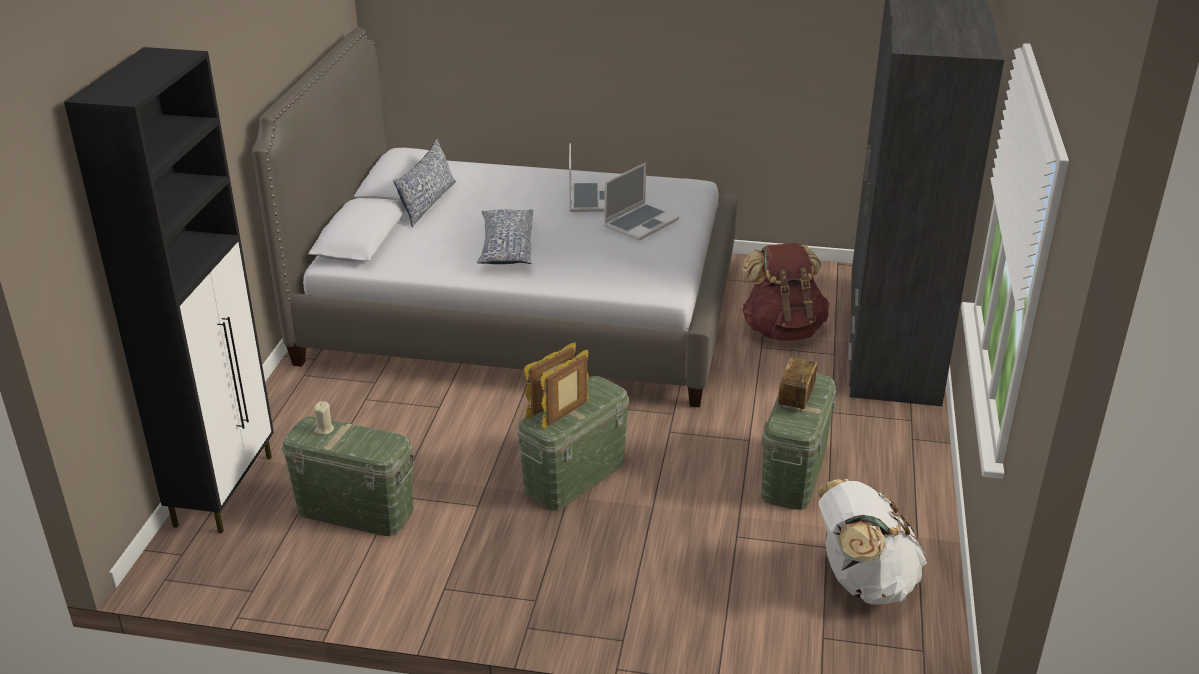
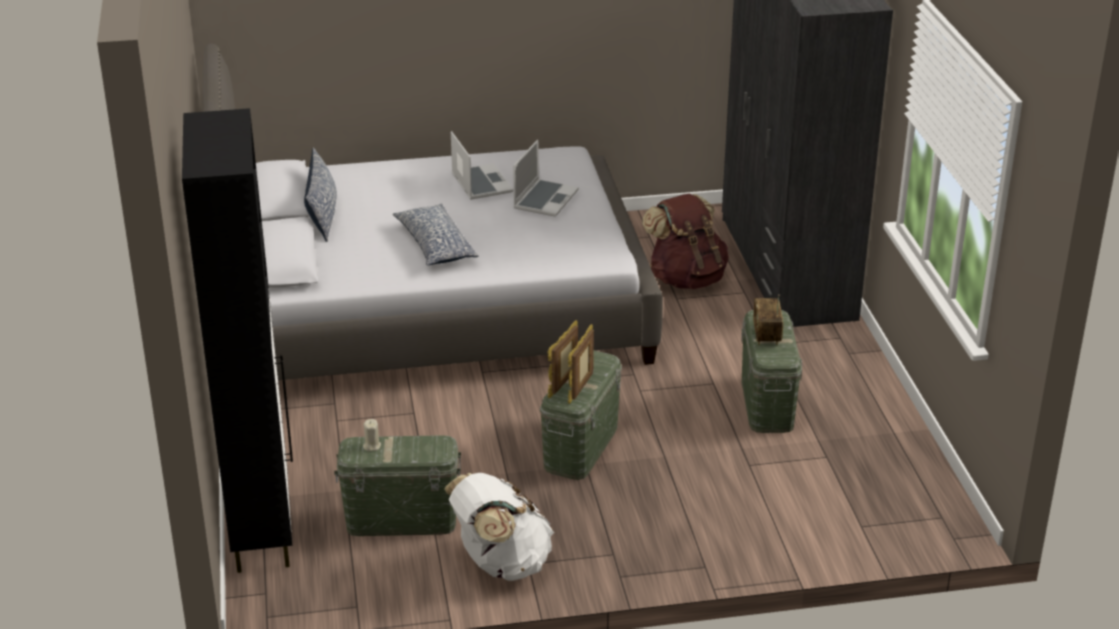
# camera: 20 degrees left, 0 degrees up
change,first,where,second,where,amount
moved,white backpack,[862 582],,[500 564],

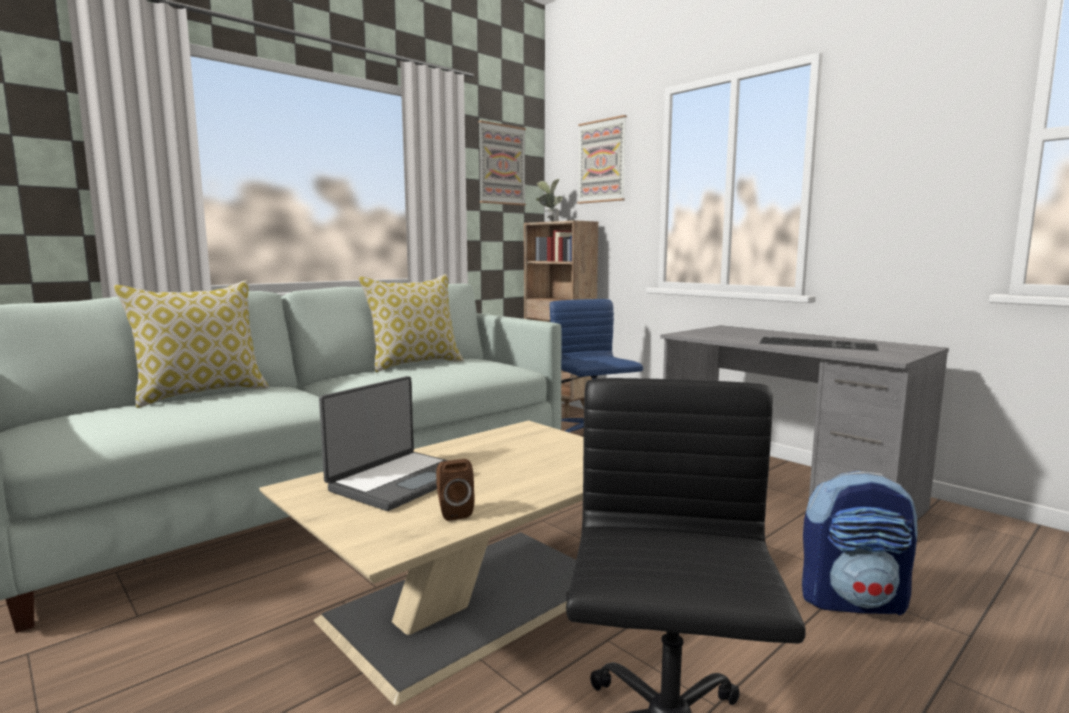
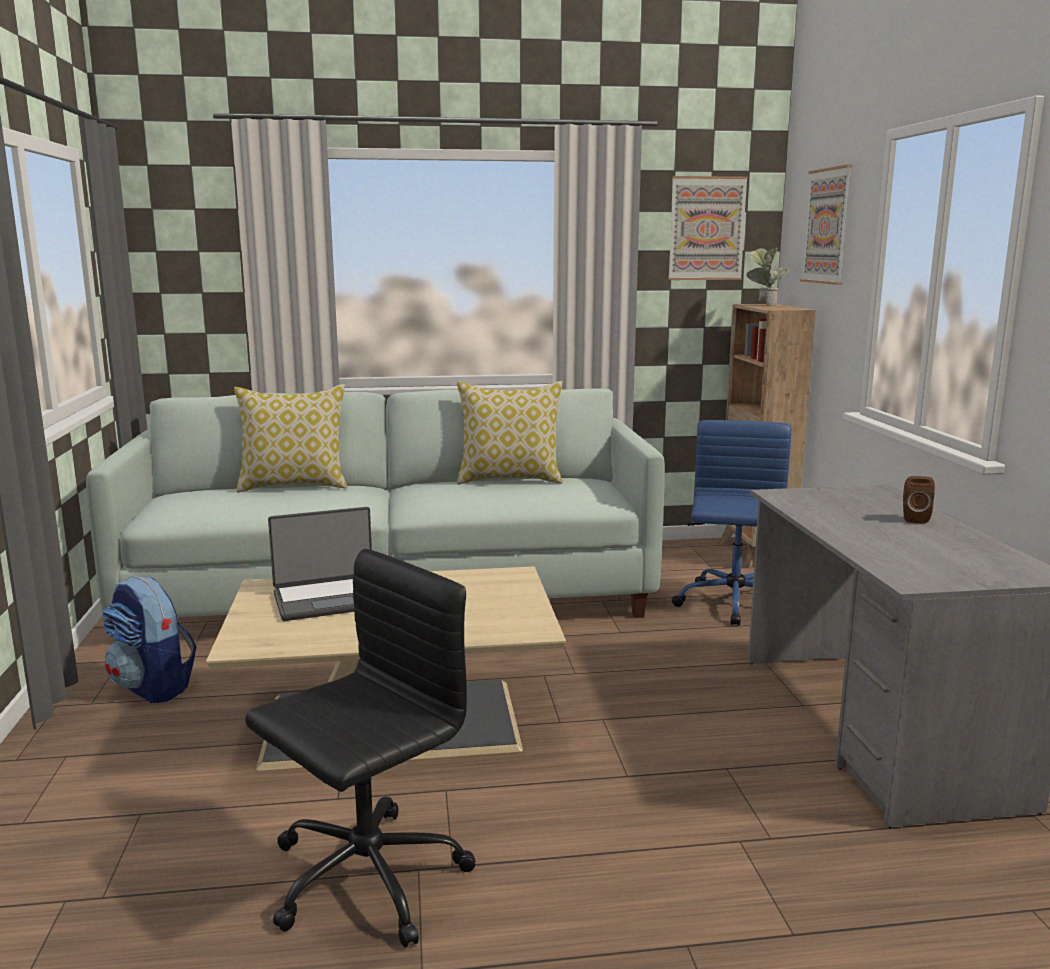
# camera: 35 degrees right, 5 degrees up
change,first,where,second,where,amount
moved,brown speaker,[453 512],,[914 519],
removed,keyboard,[818 344],,,
moved,backpack,[853 601],,[153 687],

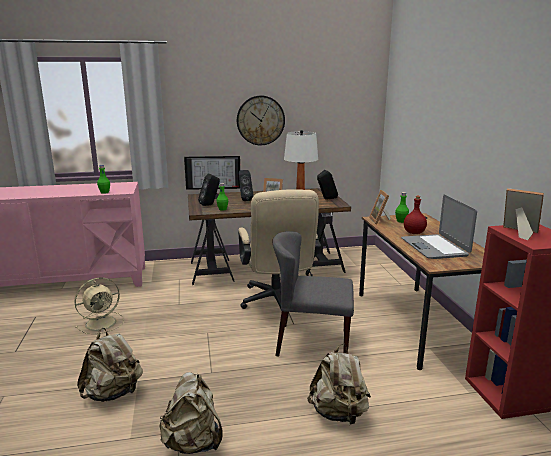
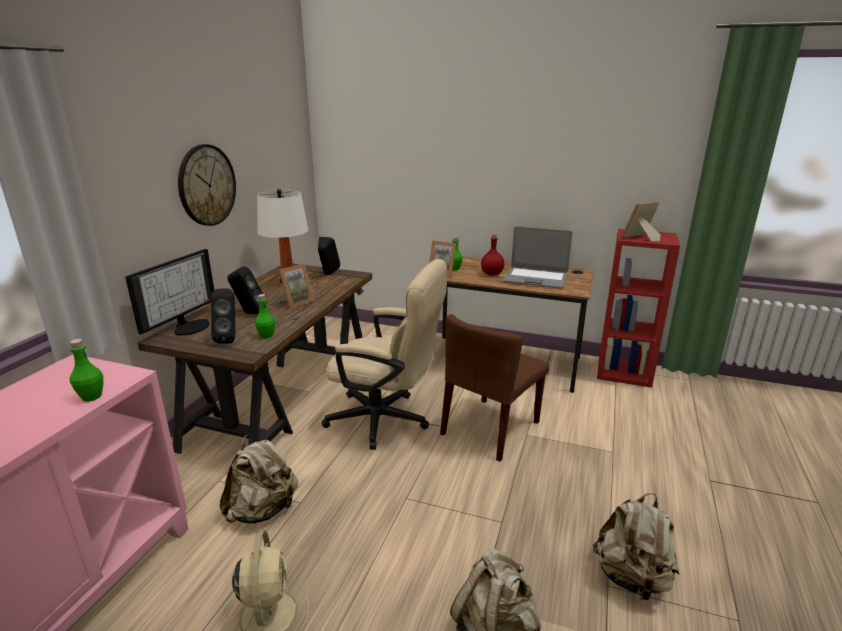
# camera: 60 degrees left, 5 degrees up
change,first,where,second,where,amount
recoloured,grey chair,[312 342],brown chair,[490 428],
moved,beige backpack,[338 413],,[263 510],

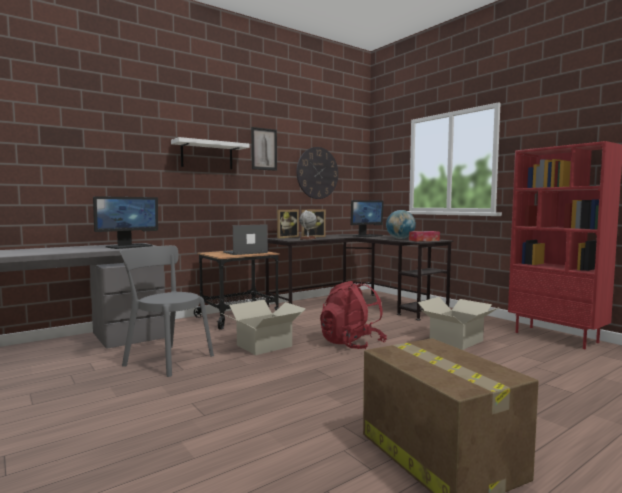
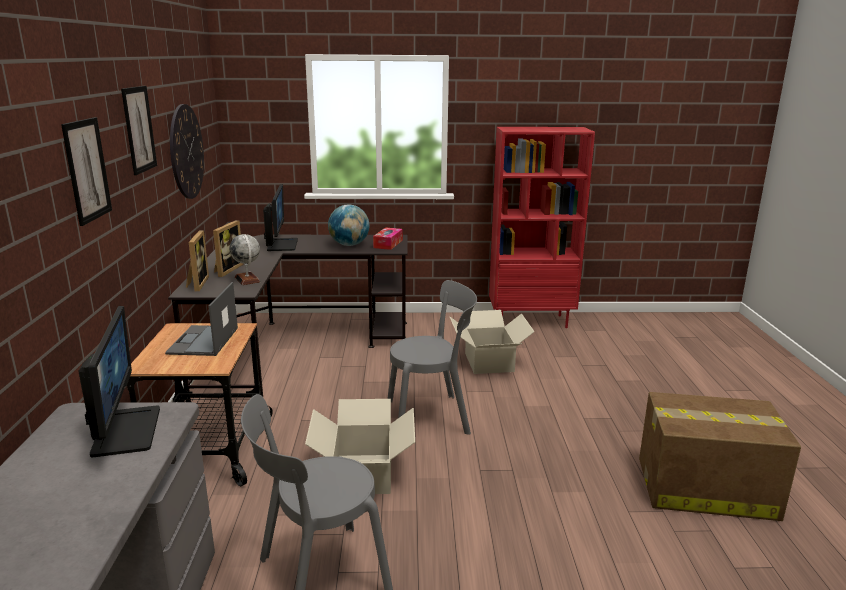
# camera: 55 degrees left, 15 degrees up
change,first,where,second,where,amount
replaced,white shelf,[207 155],picture,[87 170],
replaced,red backpack,[351 344],grey chair,[432 416],

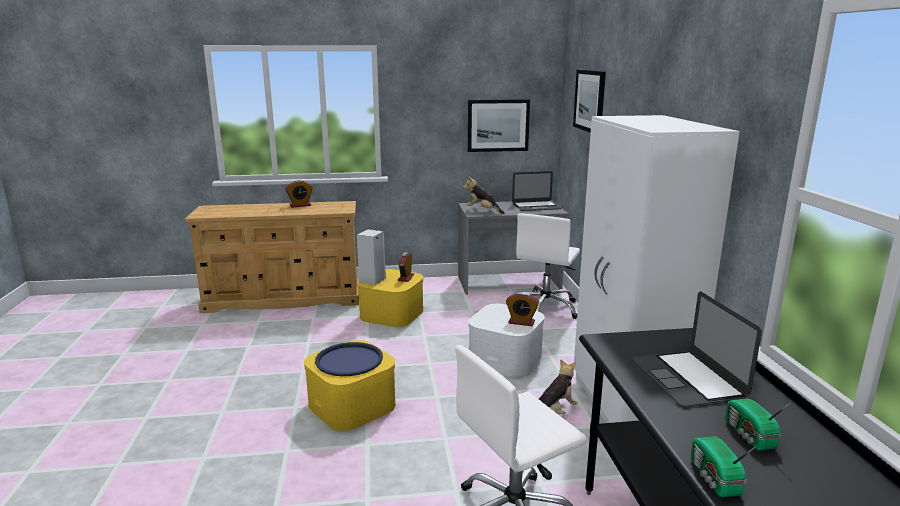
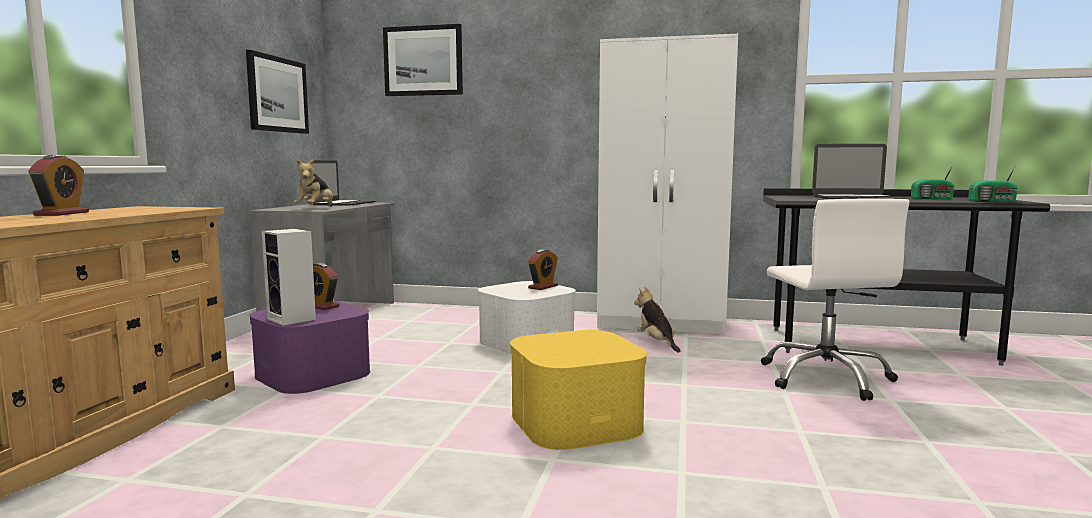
# camera: 70 degrees left, 10 degrees down
change,first,where,second,where,amount
removed,blue tray,[349 360],,,
recoloured,yellow storage box,[392 313],purple storage box,[313 374],
turned,plush toy,[483 211],,[316 208],45 degrees counterclockwise
removed,white office chair,[545 308],,,

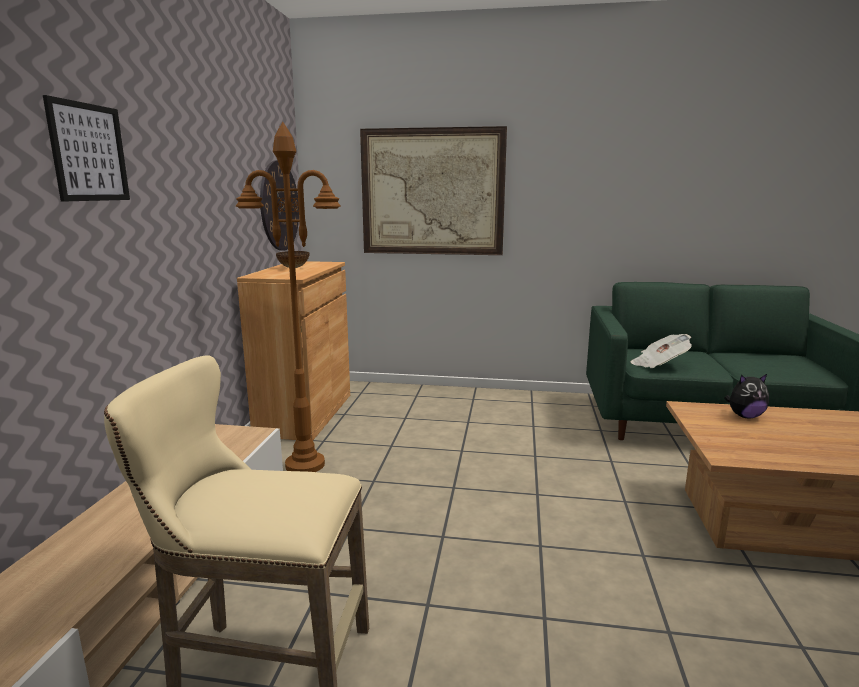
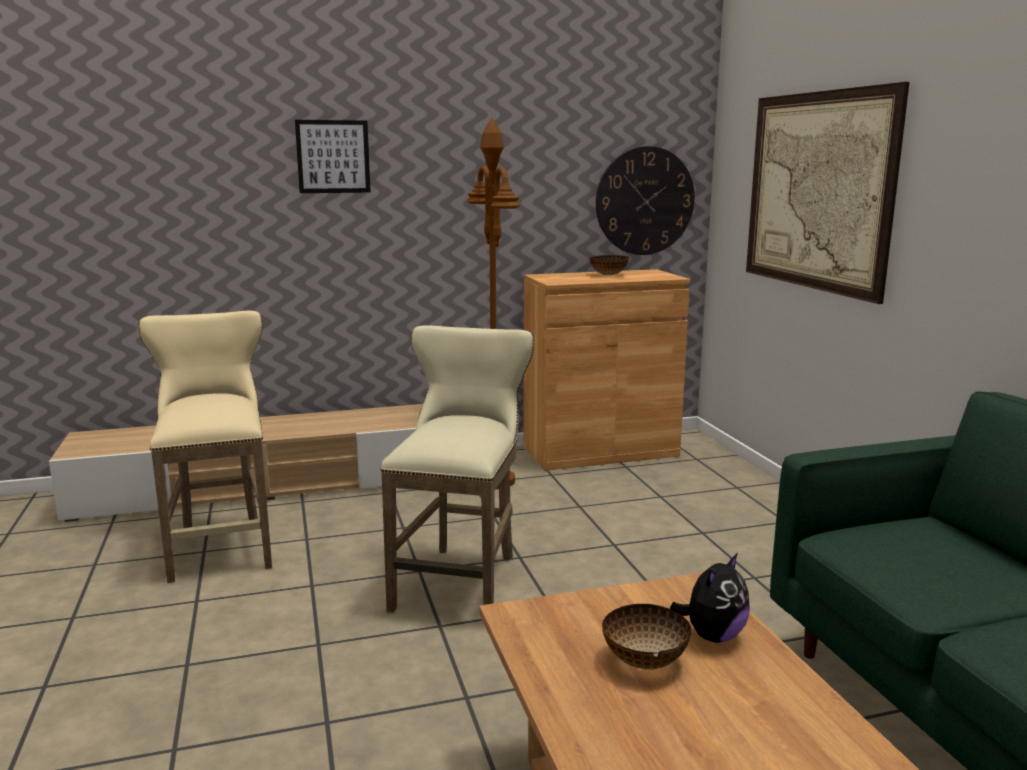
# camera: 65 degrees right, 0 degrees up
change,first,where,second,where,amount
removed,newspaper,[659 365],,,
turned,plush toy,[744 416],,[712 636],105 degrees counterclockwise
added,,,beige stool,[462 579],
added,,,bowl,[643 661],

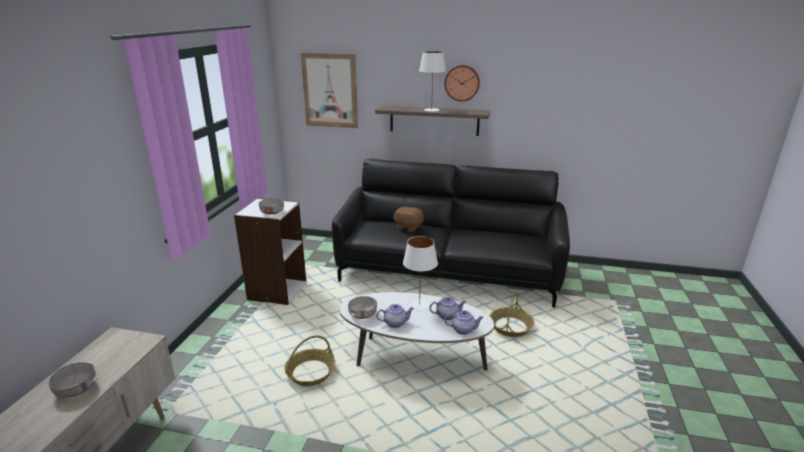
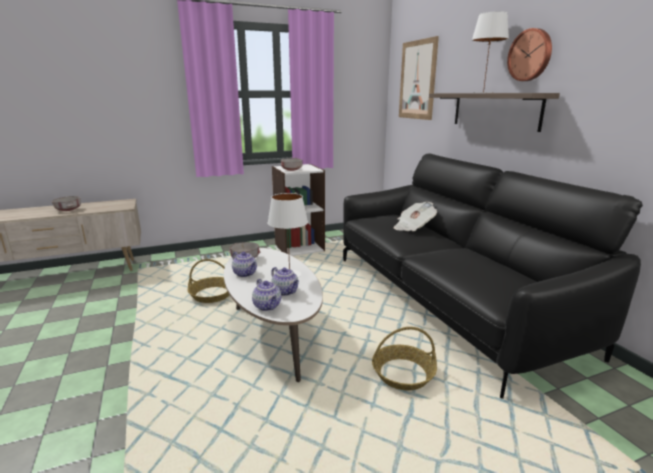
# camera: 55 degrees right, 5 degrees down
change,first,where,second,where,amount
replaced,brown plush toy,[408 227],newspaper,[413 227],

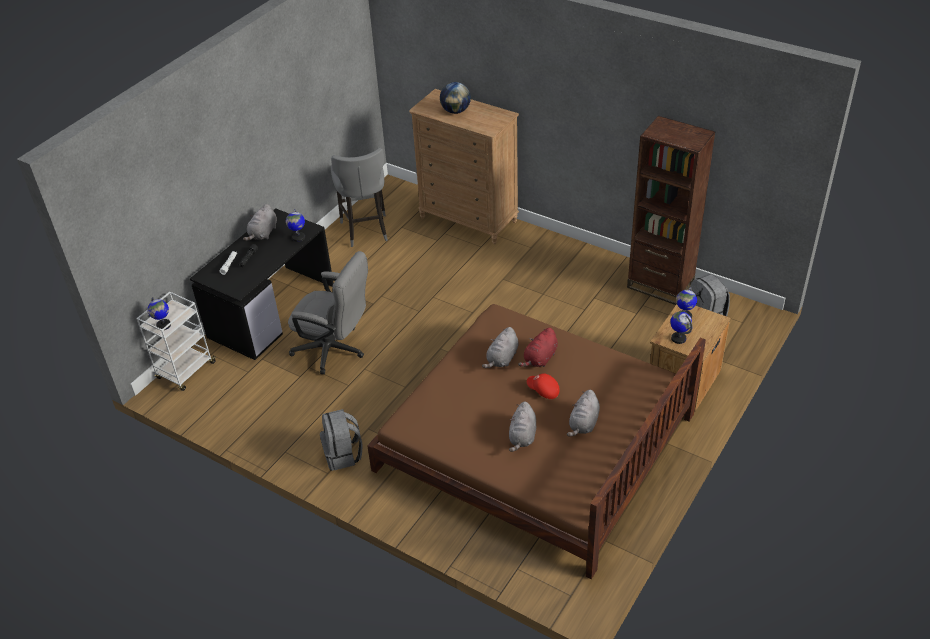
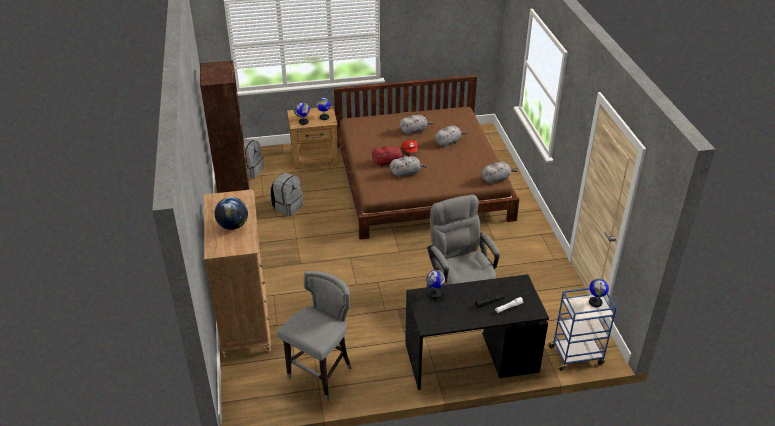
# camera: 135 degrees left, 5 degrees down
change,first,where,second,where,amount
recoloured,white cart,[185 371],blue cart,[576 355],
moved,grey plush toy,[263 233],,[496 179],
moved,grey backpack,[343 455],,[287 206],

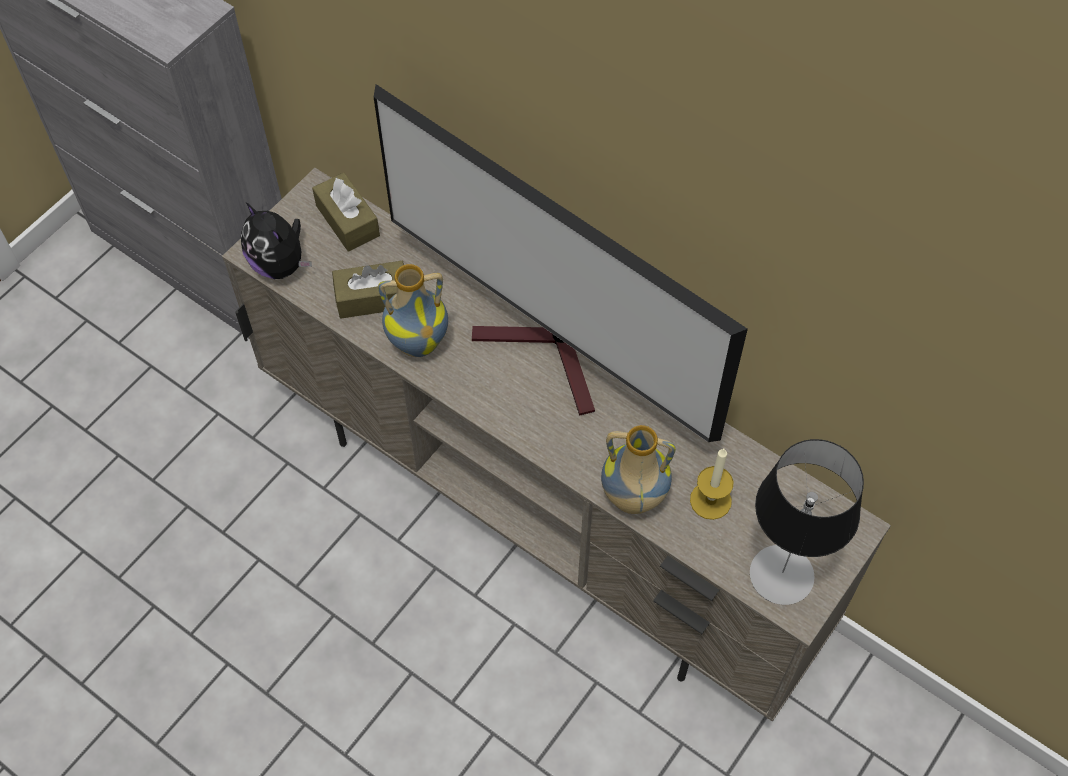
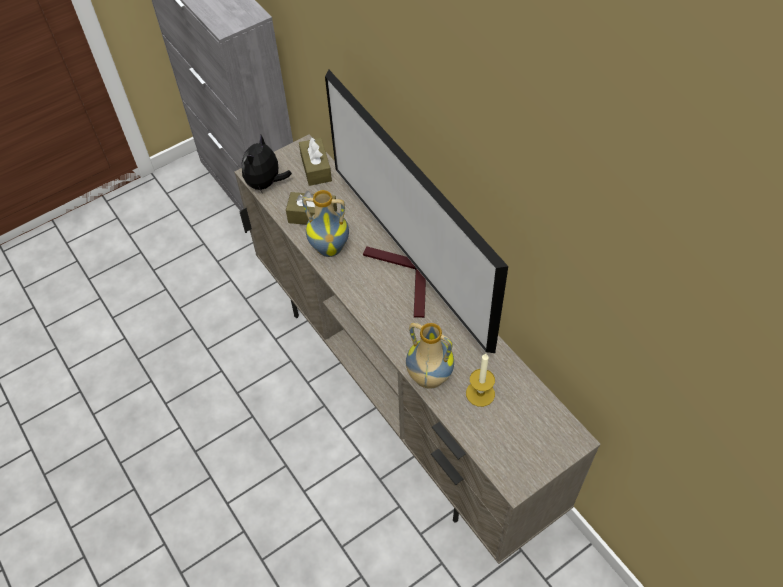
# camera: 20 degrees right, 5 degrees down
change,first,where,second,where,amount
turned,plush toy,[280 264],,[266 184],45 degrees clockwise
removed,table lamp,[782 574],,,

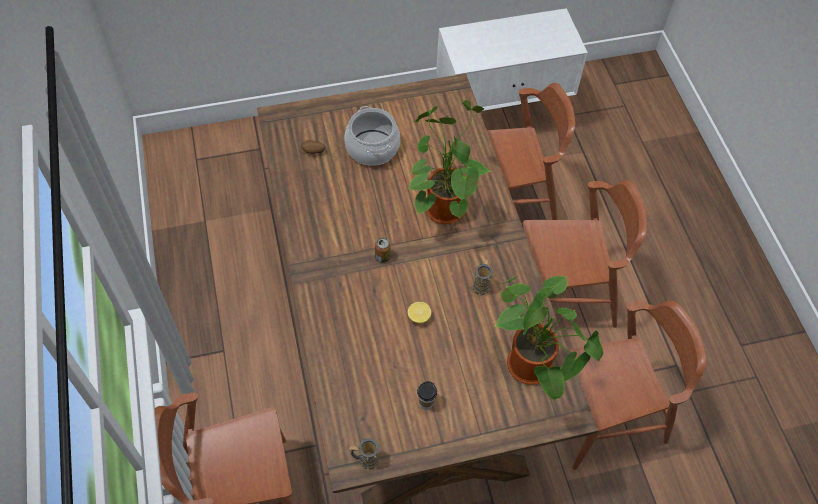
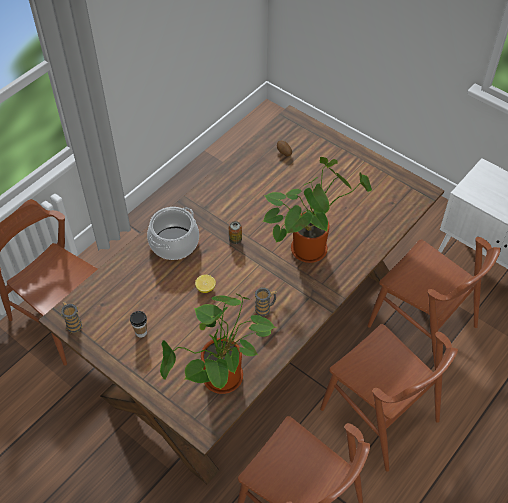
# camera: 55 degrees right, 5 degrees down
change,first,where,second,where,amount
moved,cooking pot,[373 148],,[174 243],

